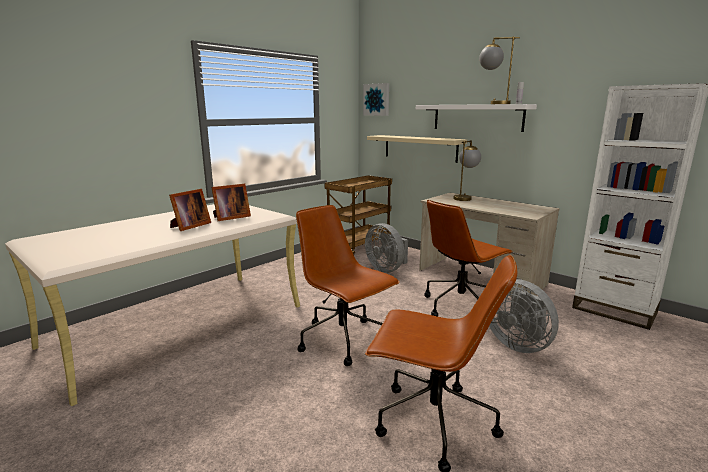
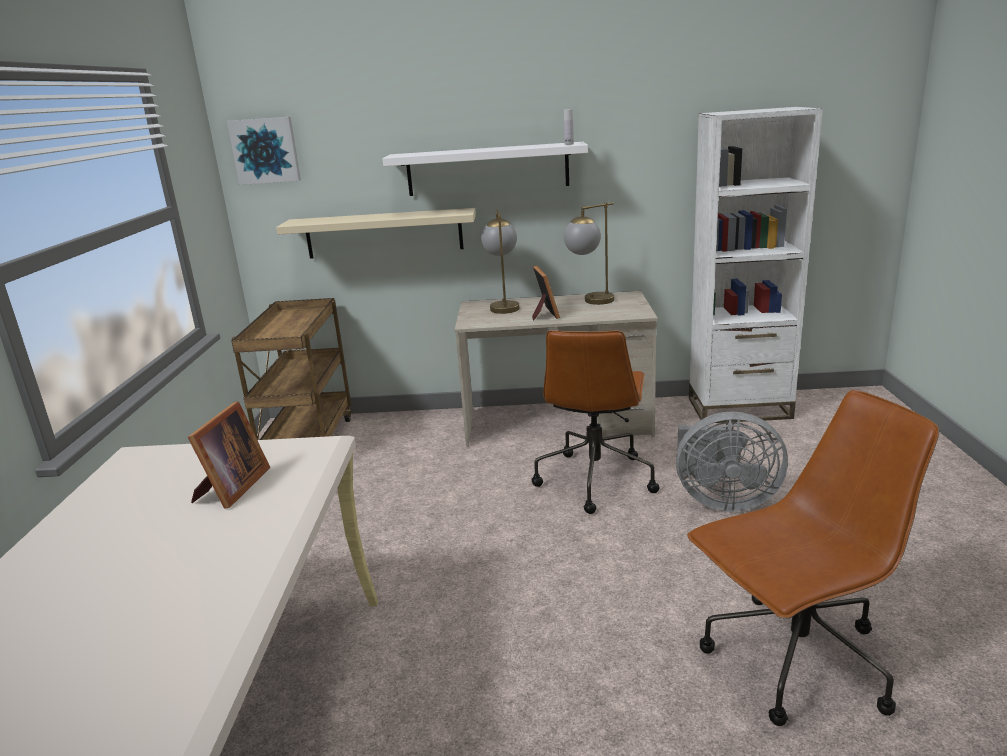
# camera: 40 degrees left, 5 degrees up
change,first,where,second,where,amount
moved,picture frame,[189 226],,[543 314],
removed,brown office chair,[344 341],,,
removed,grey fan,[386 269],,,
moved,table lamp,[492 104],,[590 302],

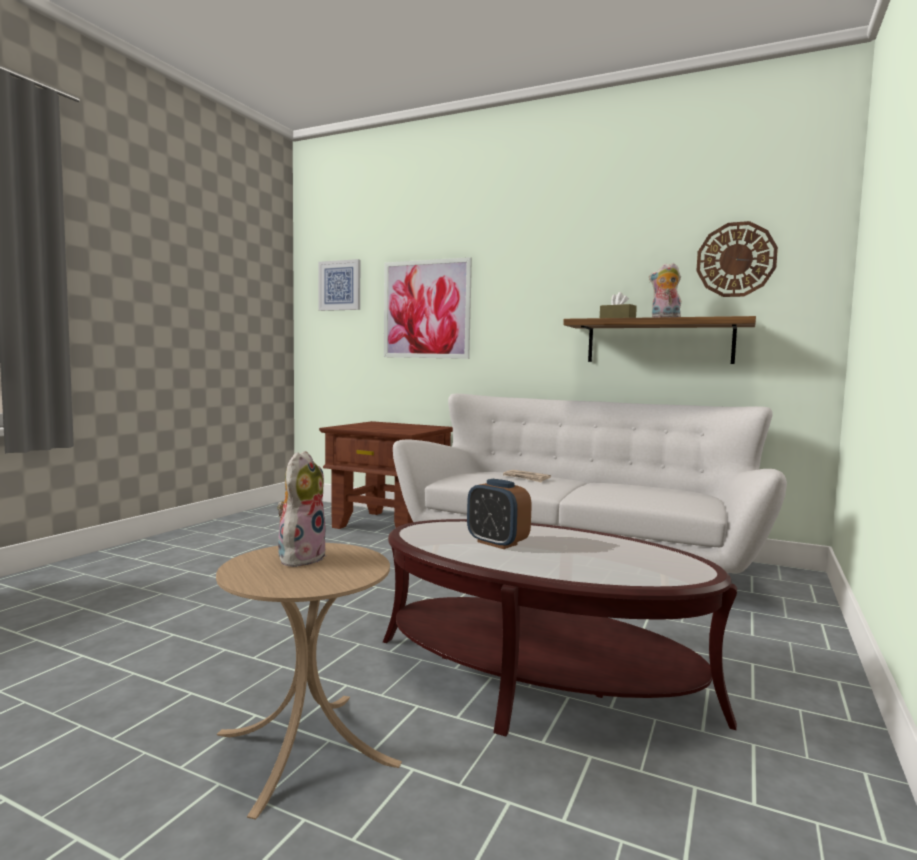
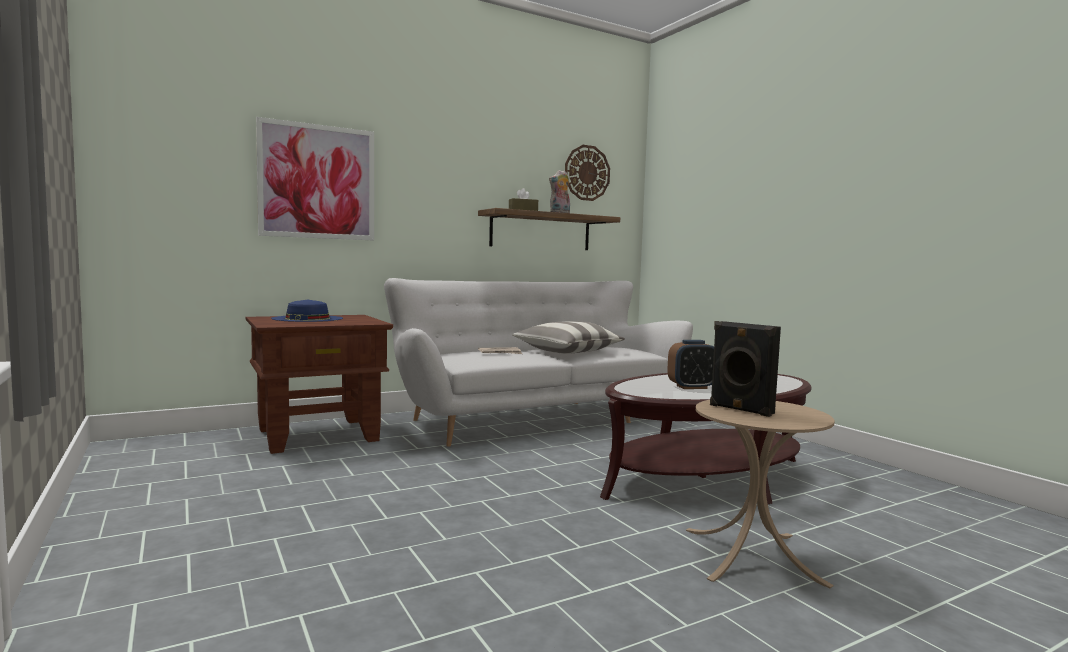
# camera: 55 degrees left, 0 degrees up
change,first,where,second,where,amount
replaced,plush toy,[300 557],black speaker,[740 410],
removed,picture,[340 285],,,
added,,,blue hat,[307 318],
added,,,pillow,[567 351],

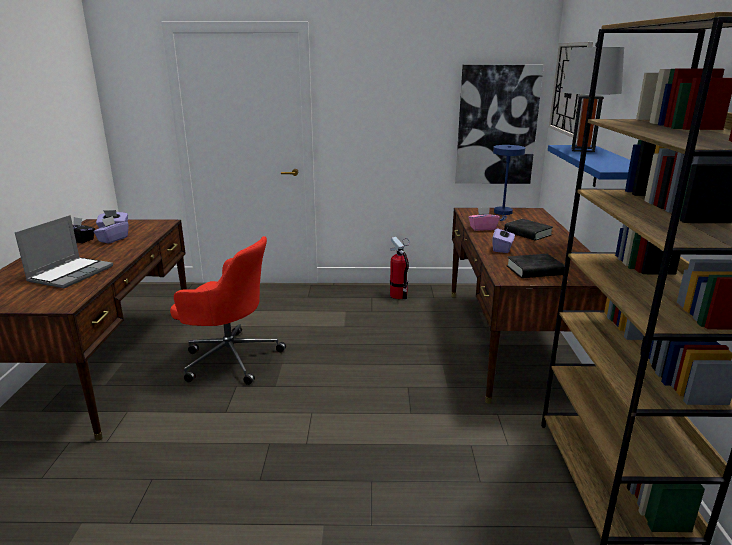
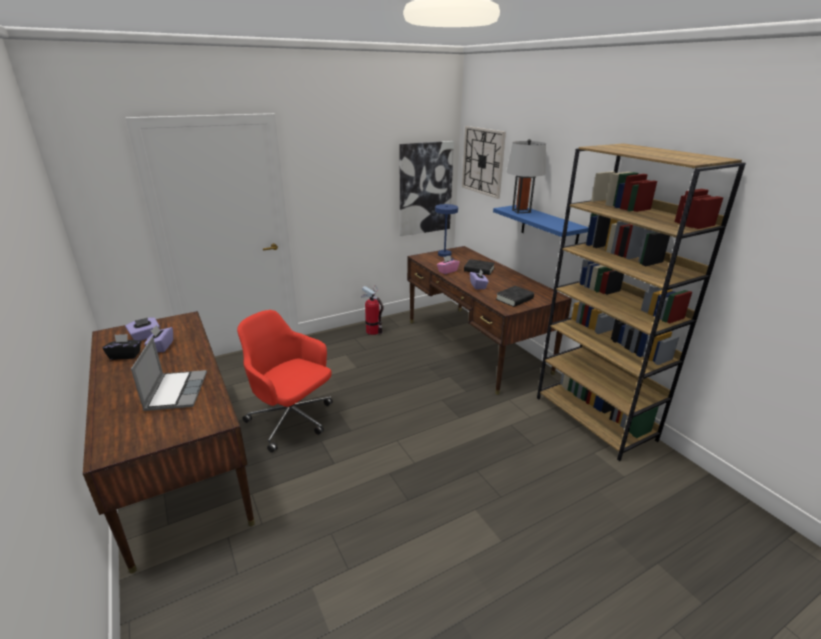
# camera: 30 degrees left, 5 degrees up
change,first,where,second,where,amount
turned,red office chair,[230 358],,[292 420],135 degrees counterclockwise

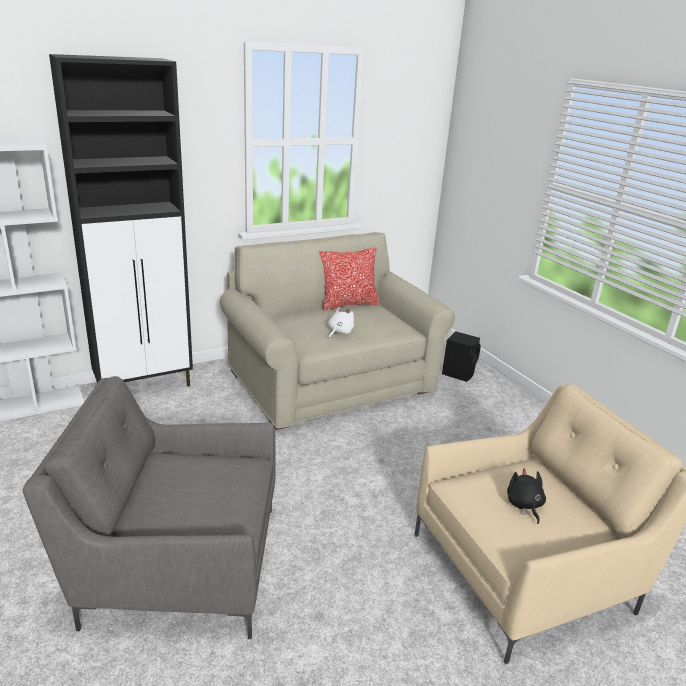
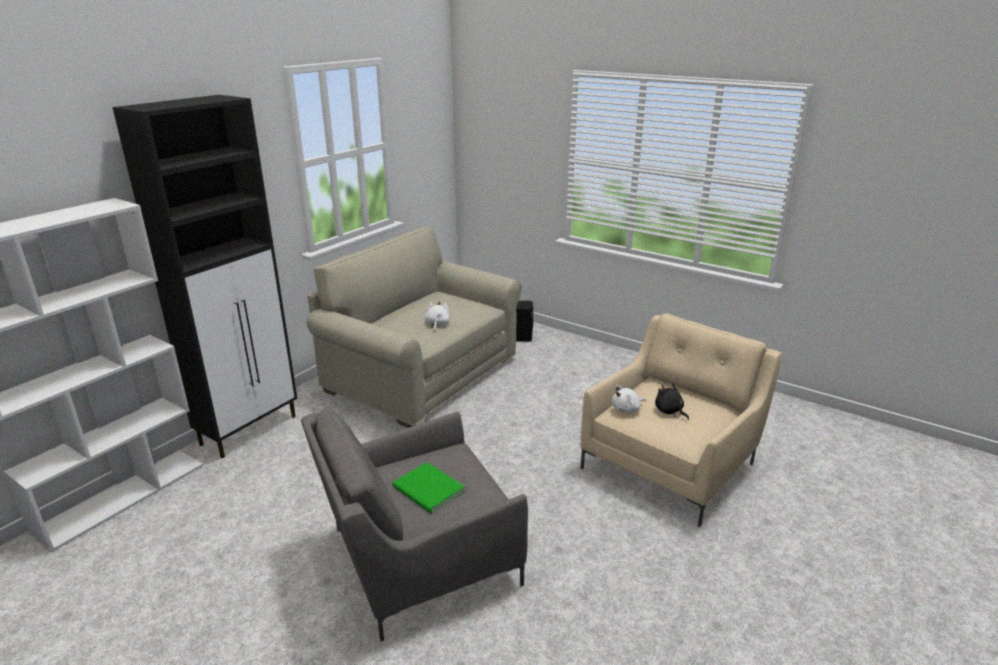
# camera: 25 degrees left, 0 degrees up
change,first,where,second,where,amount
removed,pillow,[348 304],,,
added,,,green book,[428 490],
added,,,white plush toy,[627 409],

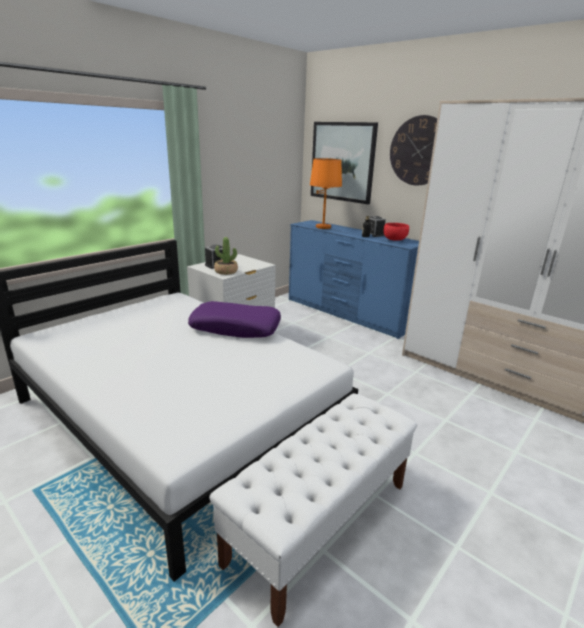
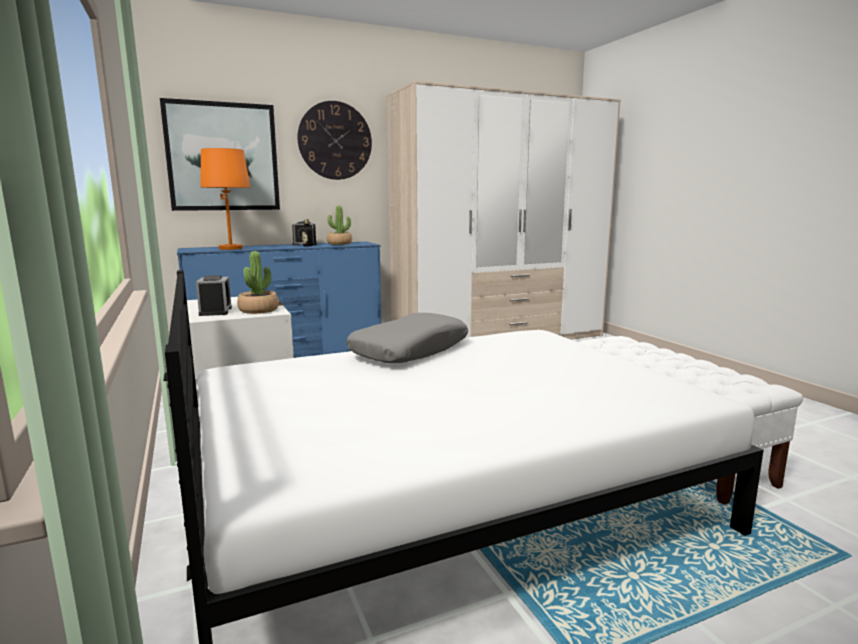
# camera: 65 degrees left, 10 degrees down
change,first,where,second,where,amount
recoloured,purple pillow,[236 328],grey pillow,[410 350],
replaced,red bowl,[394 240],potted plant,[339 243],

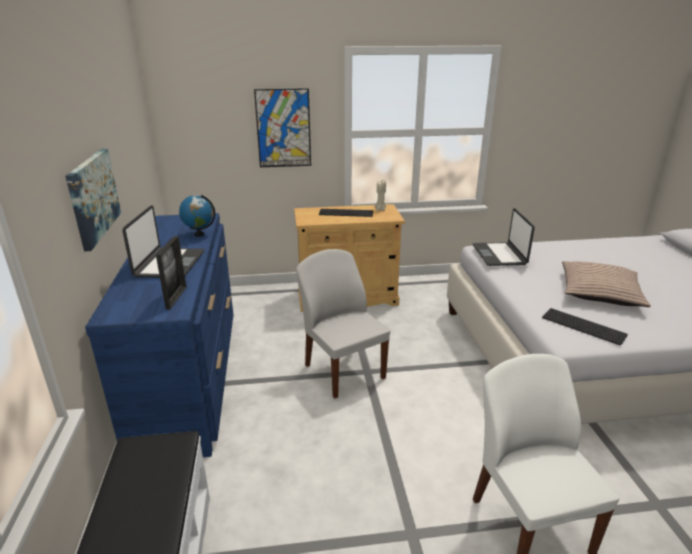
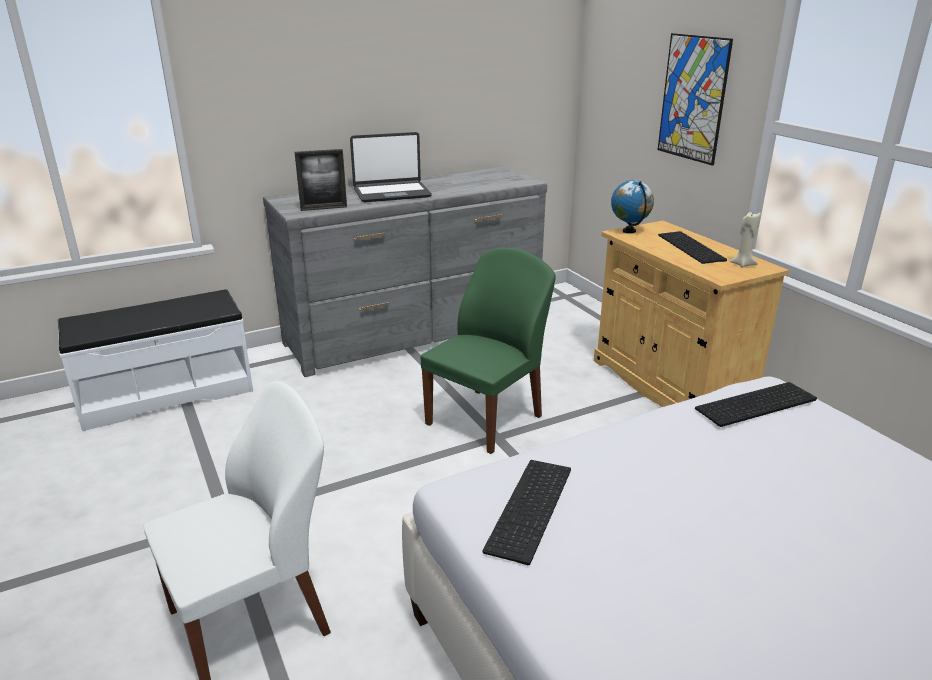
# camera: 70 degrees right, 0 degrees up
change,first,where,second,where,amount
removed,picture,[93 196],,,
recoloured,blue dresser,[189 375],grey dresser,[416 333],
moved,globe,[199 234],,[629 231],
recoloured,white chair,[343 370],green chair,[486 419],
replaced,laptop,[500 255],keyboard,[756 405],
removed,pillow,[600 292],,,

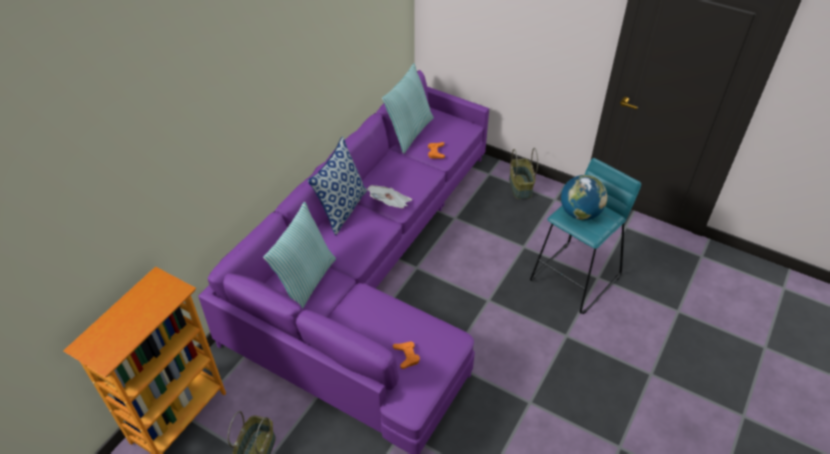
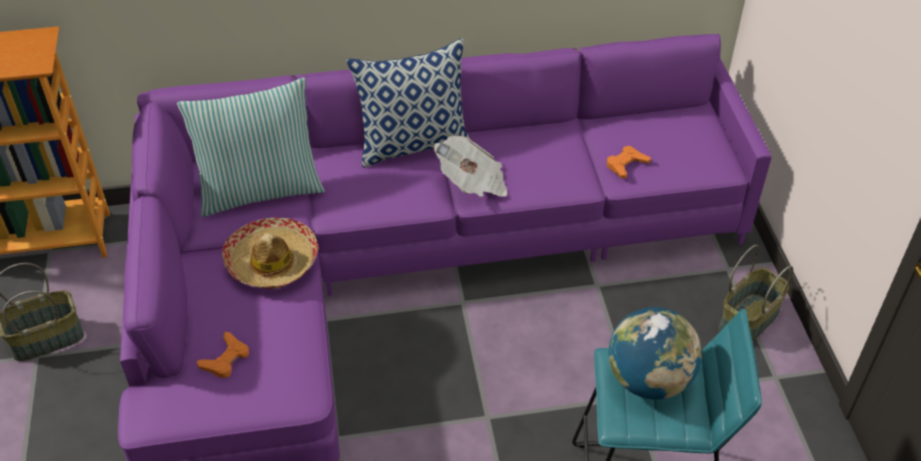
# camera: 50 degrees right, 0 degrees up
change,first,where,second,where,amount
removed,pillow,[409 132],,,
added,,,hat,[272 261],

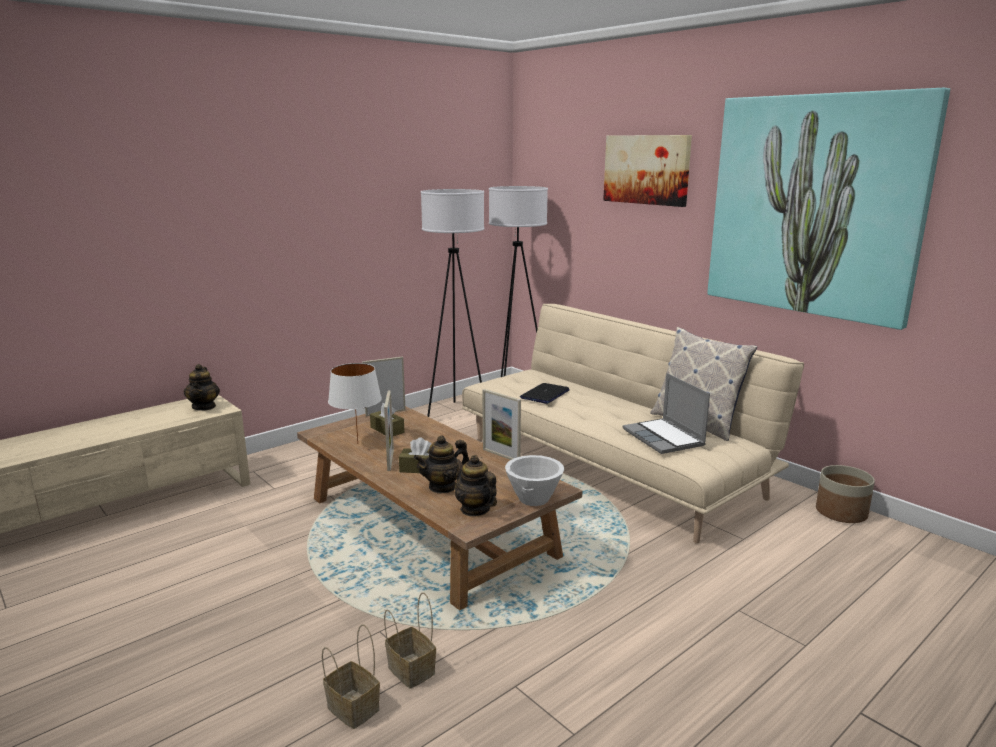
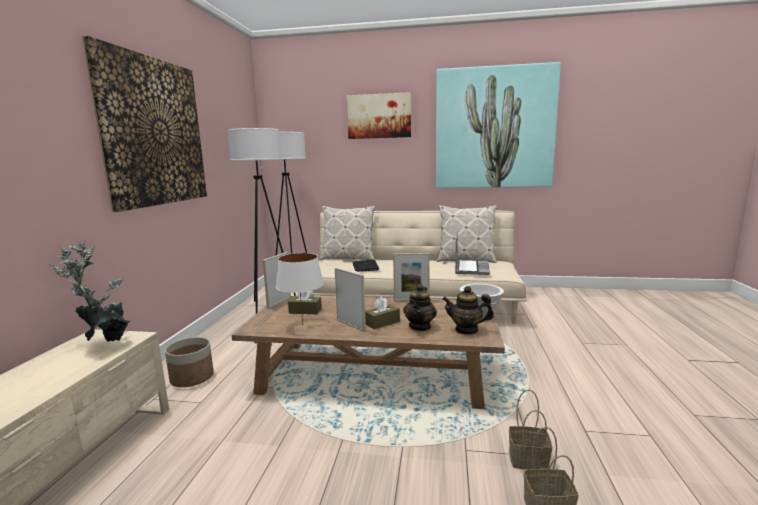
# camera: 40 degrees left, 5 degrees down
change,first,where,second,where,amount
replaced,teapot,[204 407],potted plant,[105 341],
turned,laptop,[664 438],,[471 268],105 degrees counterclockwise
moved,planter,[841 512],,[192 377],
added,,,picture,[154 132],
added,,,pillow,[348 258],

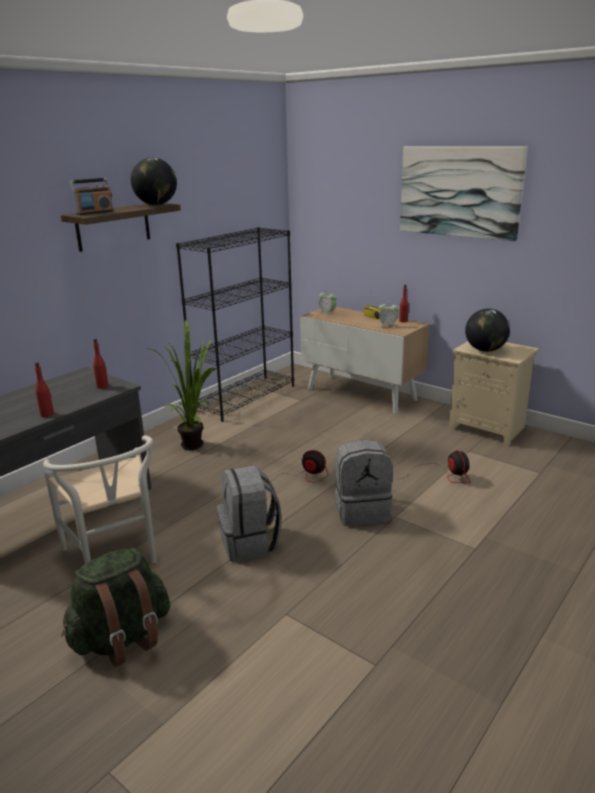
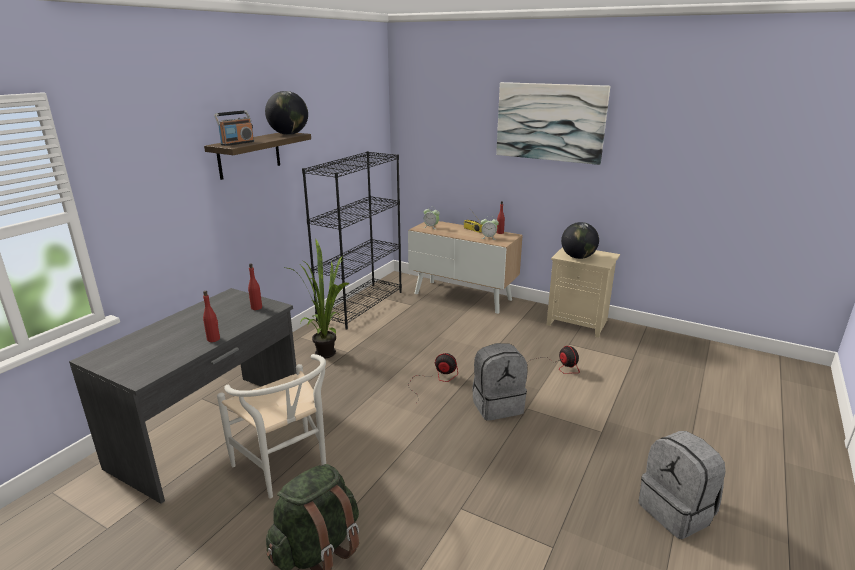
# camera: 10 degrees left, 0 degrees up
change,first,where,second,where,amount
moved,grey backpack,[250 542],,[677 511],

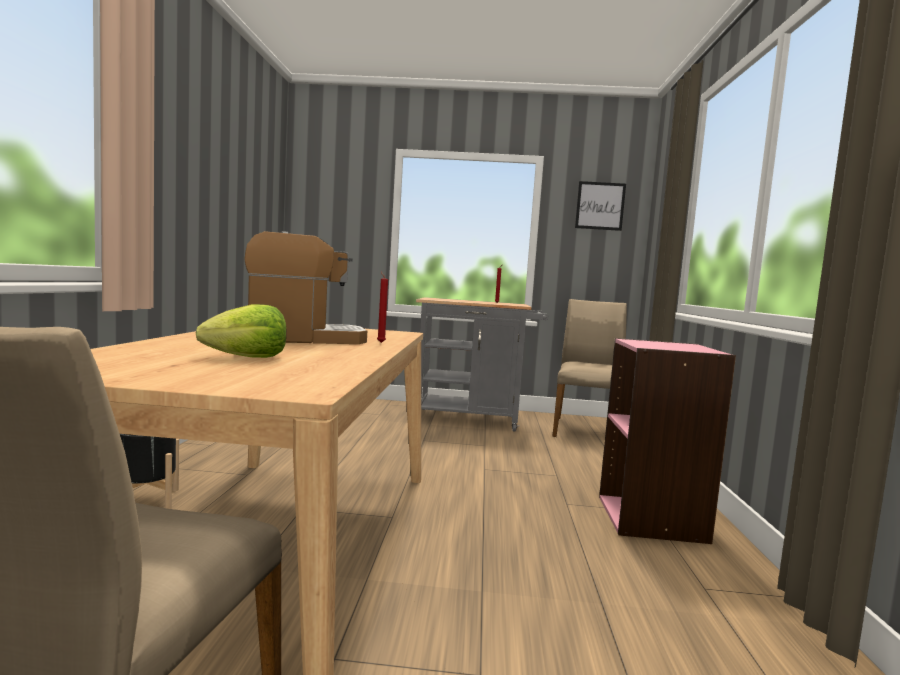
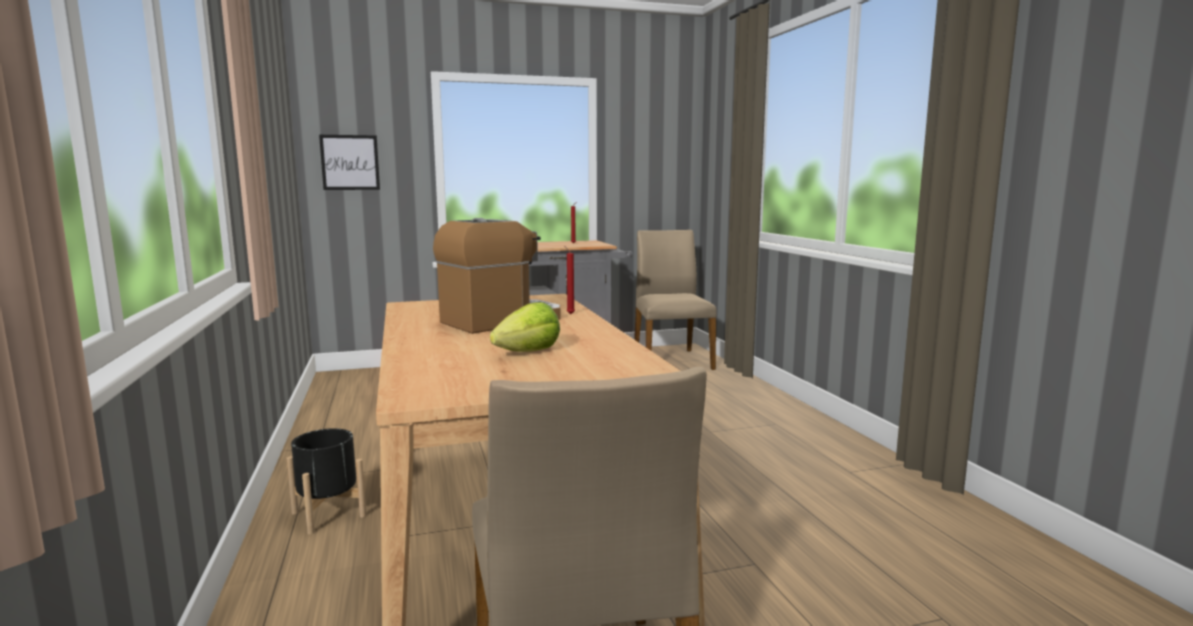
# camera: 20 degrees left, 5 degrees up
change,first,where,second,where,amount
moved,picture,[600 206],,[350 162],
removed,pink bookcase,[652 519],,,

